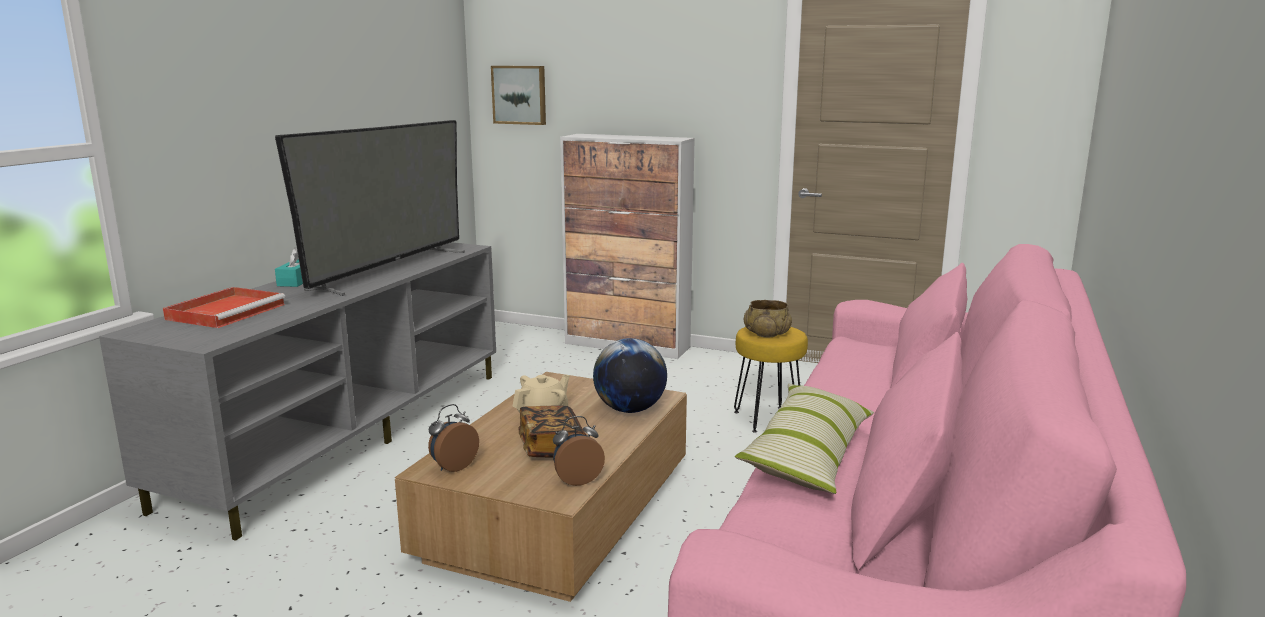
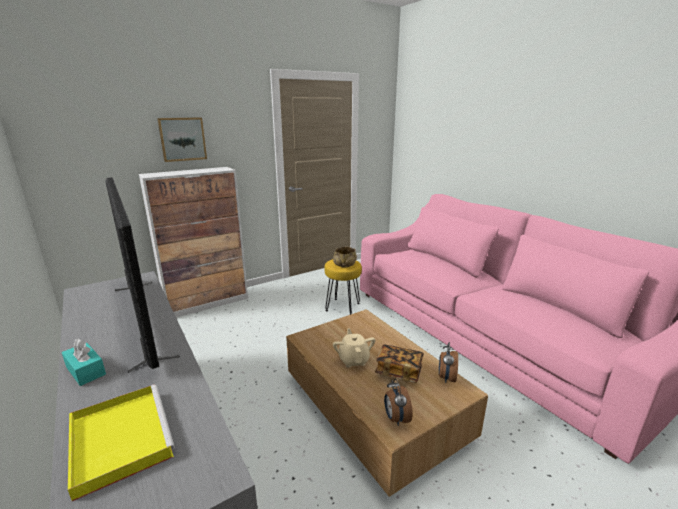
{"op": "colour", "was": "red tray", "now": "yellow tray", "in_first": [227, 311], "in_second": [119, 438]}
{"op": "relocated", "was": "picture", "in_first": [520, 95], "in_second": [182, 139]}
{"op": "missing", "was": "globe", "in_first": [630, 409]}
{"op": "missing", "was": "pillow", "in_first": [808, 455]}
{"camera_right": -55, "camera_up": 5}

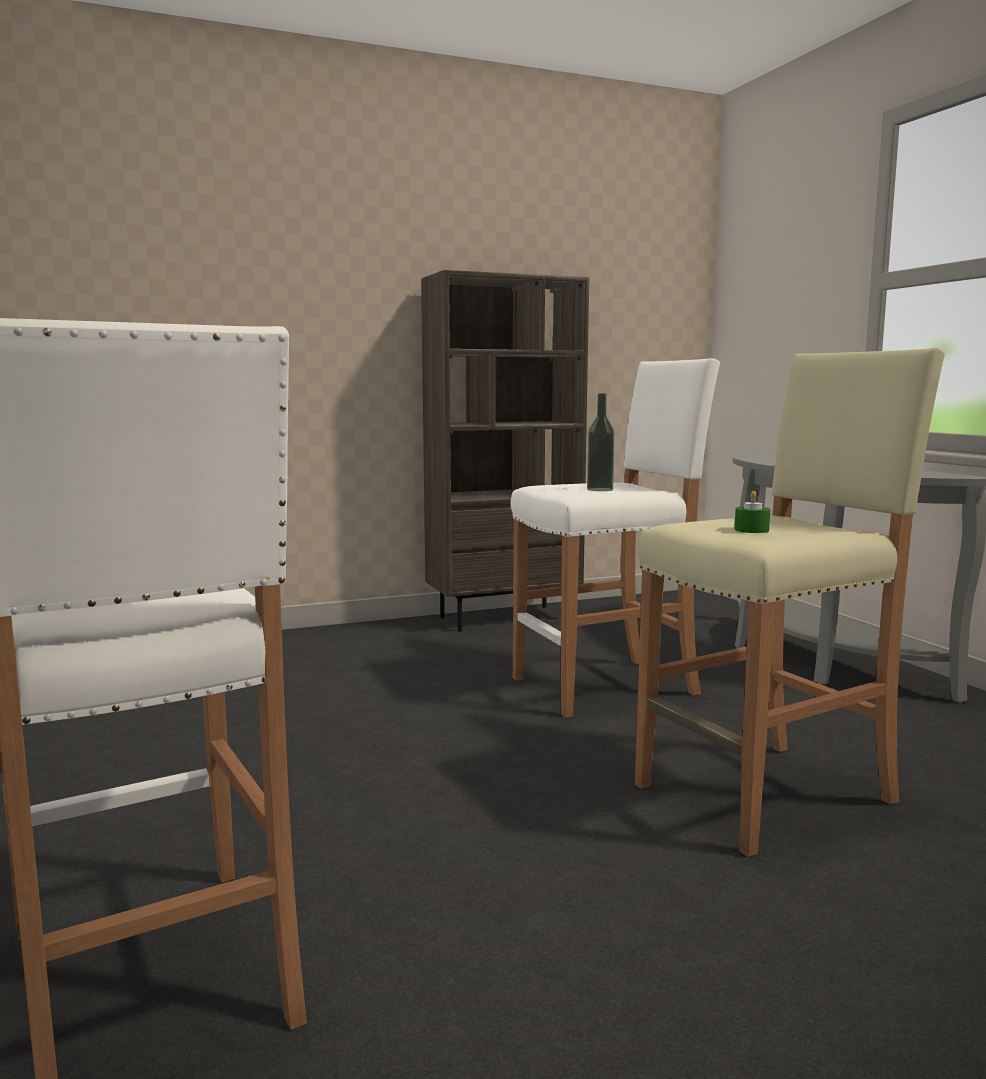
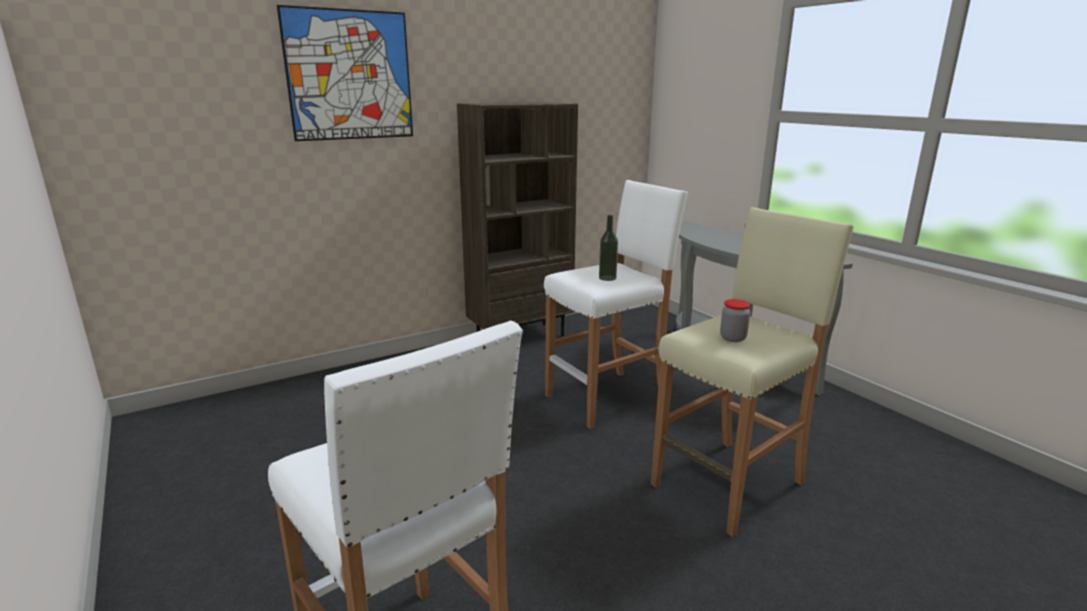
{"op": "appeared", "now": "picture", "in_second": [350, 76]}
{"op": "exchanged", "was": "green candle", "now": "jar", "in_first": [751, 530], "in_second": [732, 338]}
{"camera_right": -10, "camera_up": 10}

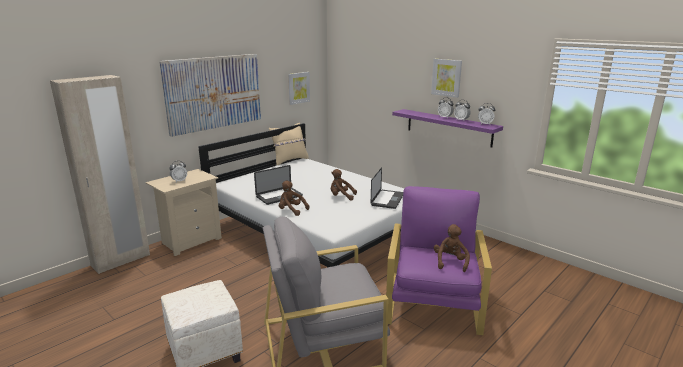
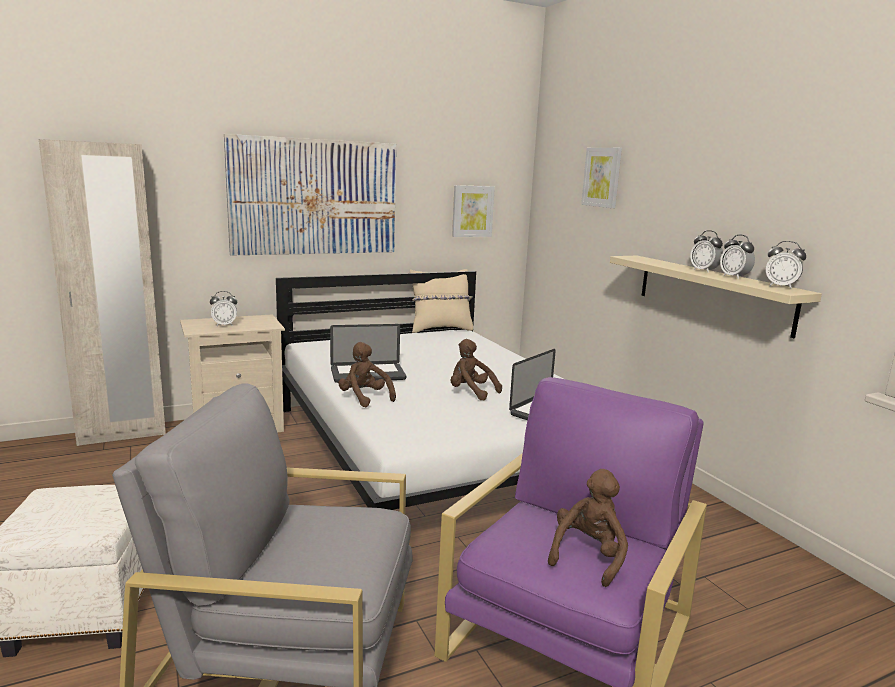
{"op": "relocated", "was": "picture", "in_first": [446, 77], "in_second": [602, 177]}
{"op": "colour", "was": "purple shelf", "now": "beige shelf", "in_first": [448, 127], "in_second": [712, 292]}
{"camera_right": 20, "camera_up": -5}

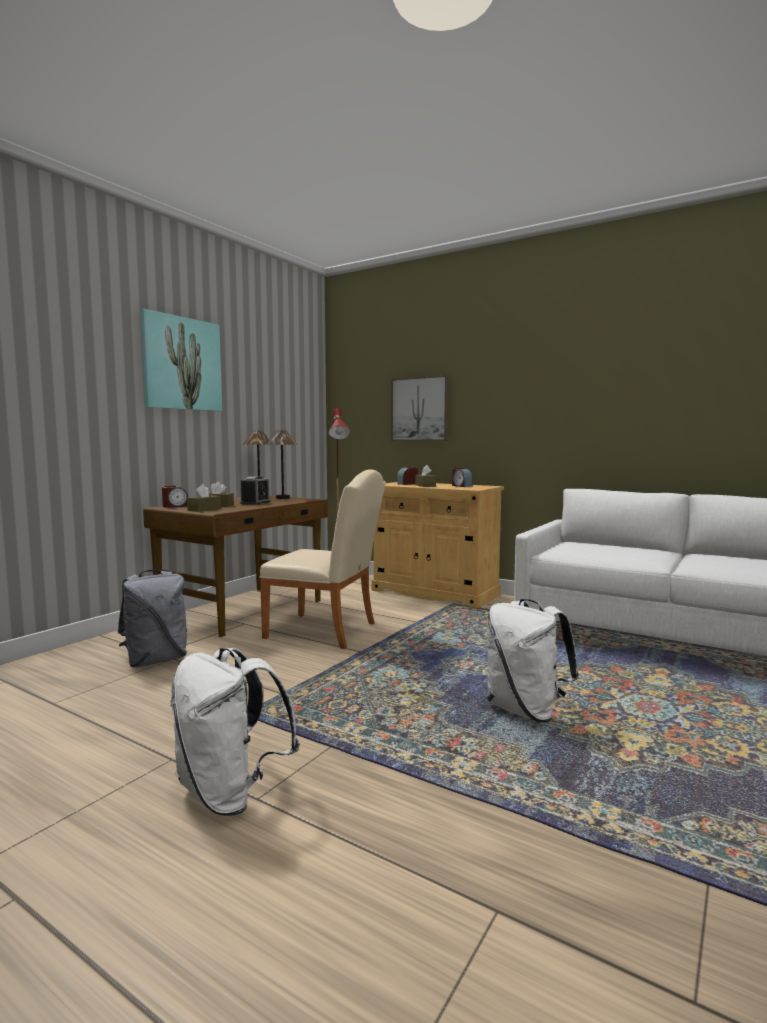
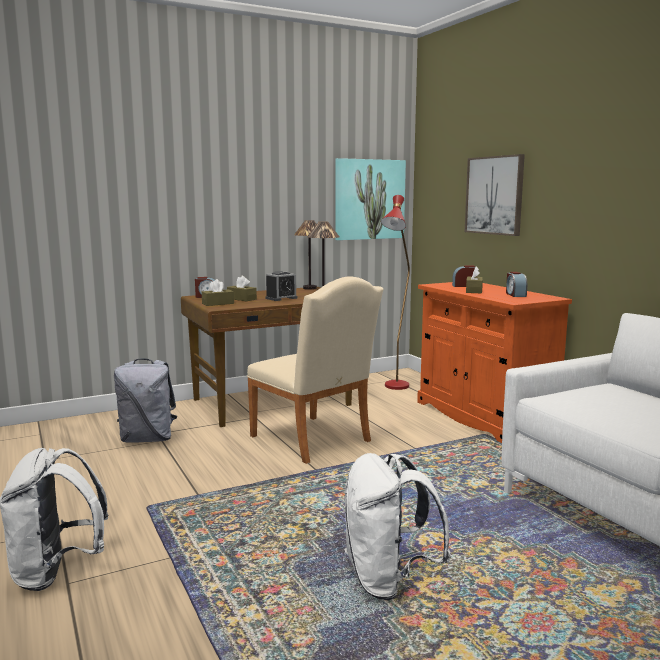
{"op": "relocated", "was": "picture", "in_first": [182, 363], "in_second": [369, 199]}
{"op": "colour", "was": "beige cabinet", "now": "orange cabinet", "in_first": [434, 593], "in_second": [483, 417]}
{"camera_right": 30, "camera_up": 5}

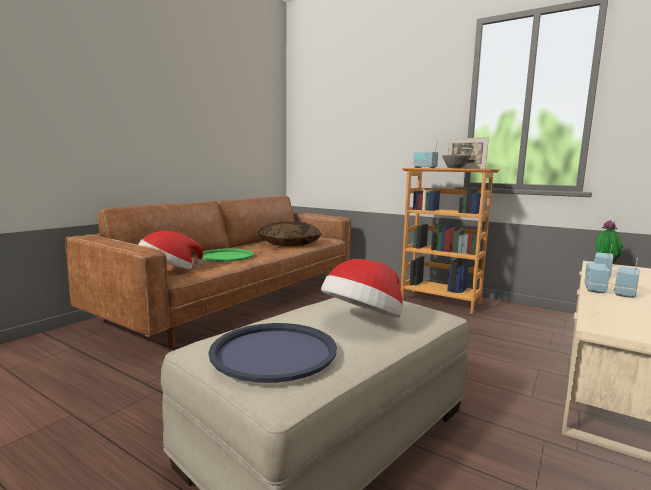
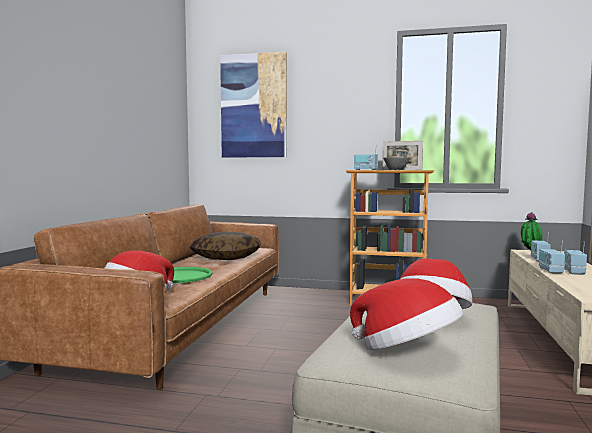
{"op": "appeared", "now": "picture", "in_second": [254, 106]}
{"op": "exchanged", "was": "blue tray", "now": "hat", "in_first": [273, 352], "in_second": [406, 351]}
{"camera_right": -20, "camera_up": -5}

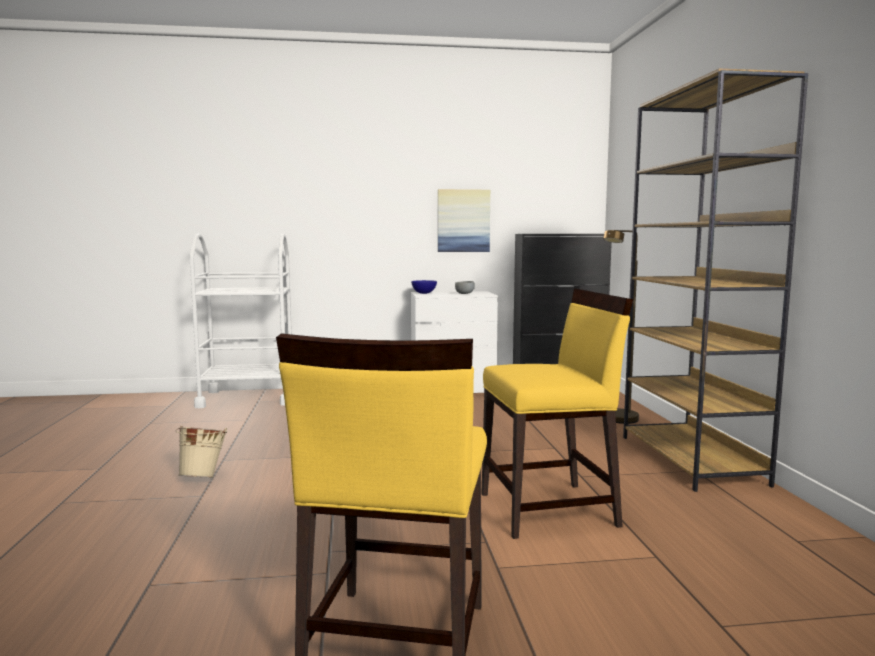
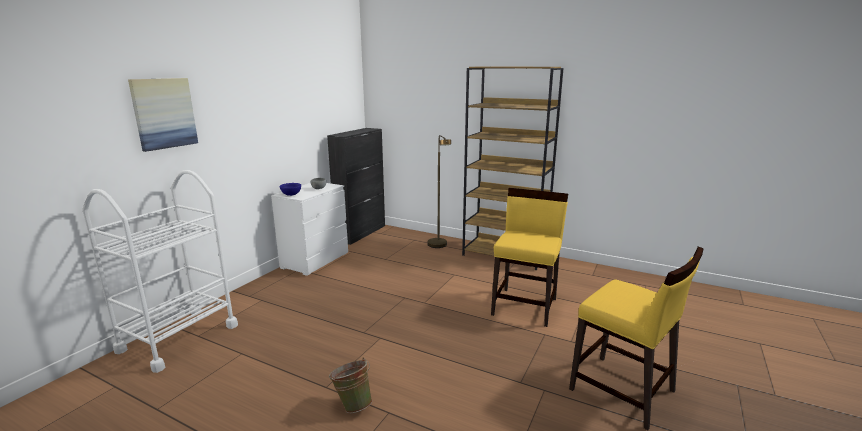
{"op": "relocated", "was": "picture", "in_first": [463, 221], "in_second": [164, 113]}
{"op": "colour", "was": "beige bucket", "now": "green bucket", "in_first": [203, 477], "in_second": [353, 404]}
{"camera_right": -55, "camera_up": 10}

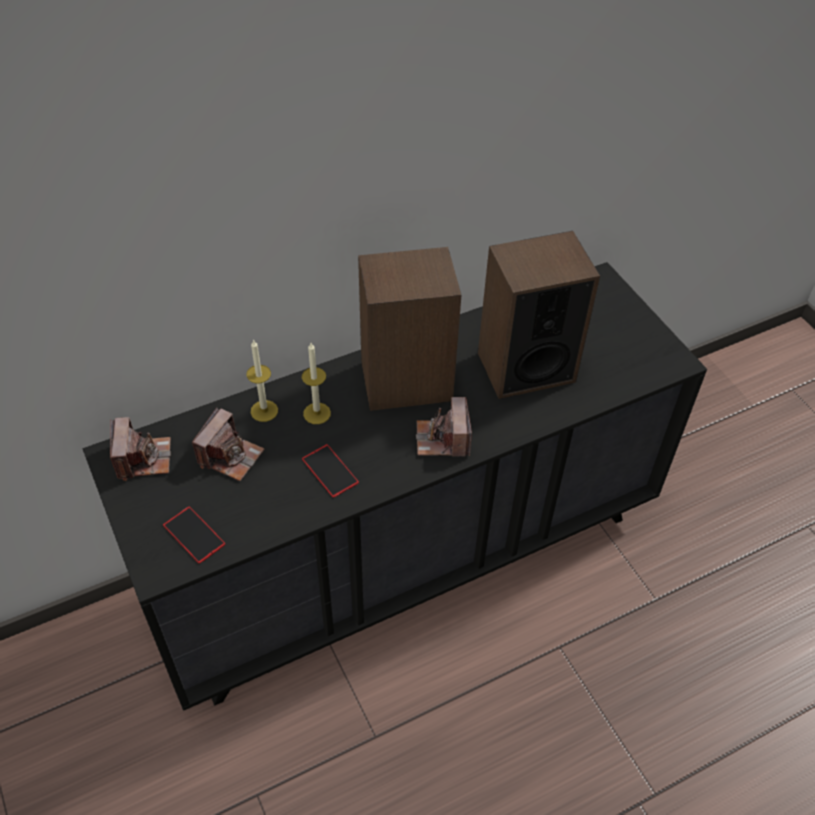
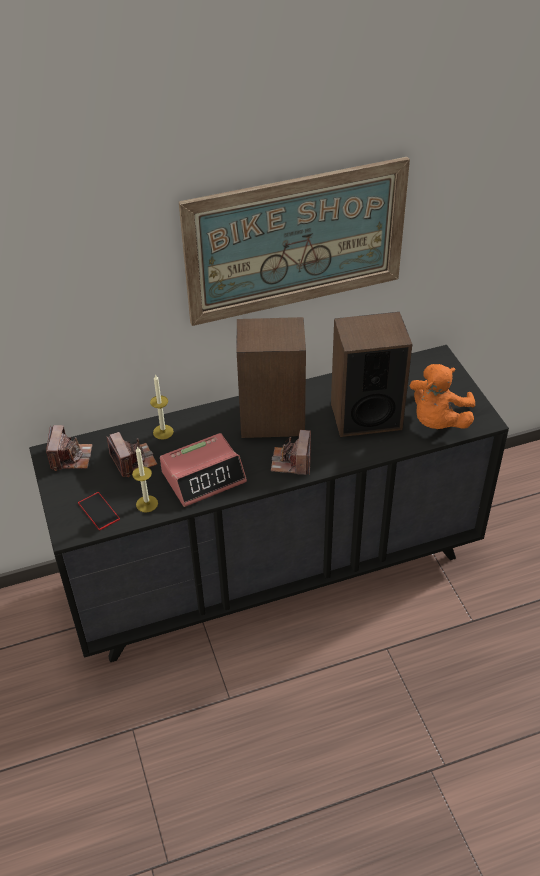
{"op": "spun", "was": "photo camera", "in_first": [230, 456], "in_second": [133, 461], "clockwise": -60}
{"op": "relocated", "was": "candle", "in_first": [317, 413], "in_second": [147, 504]}
{"op": "exchanged", "was": "phone", "now": "alarm clock", "in_first": [330, 471], "in_second": [204, 476]}
{"op": "appeared", "now": "picture", "in_second": [295, 241]}
{"op": "appeared", "now": "orange plush toy", "in_second": [437, 421]}
{"camera_right": 10, "camera_up": -5}

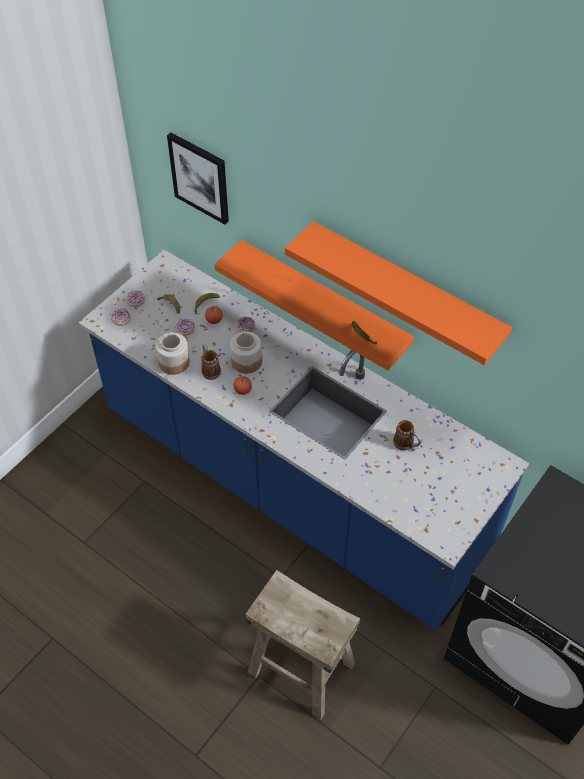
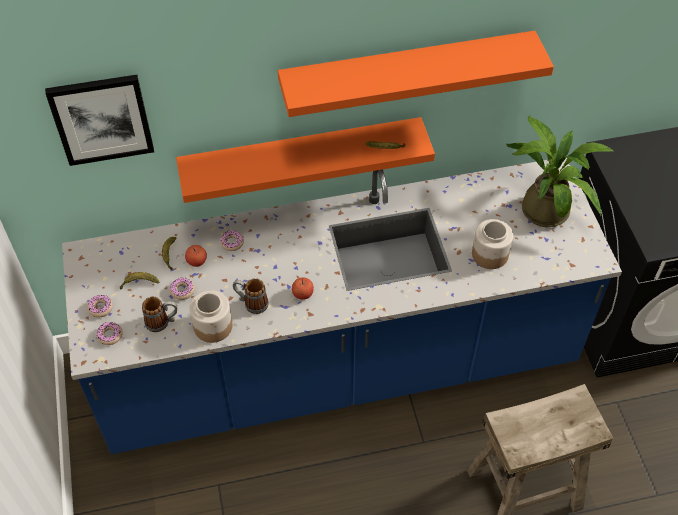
{"op": "relocated", "was": "mug", "in_first": [406, 445], "in_second": [162, 322]}
{"op": "relocated", "was": "jar", "in_first": [246, 361], "in_second": [489, 254]}
{"op": "appeared", "now": "potted plant", "in_second": [544, 206]}
{"camera_right": -50, "camera_up": 0}

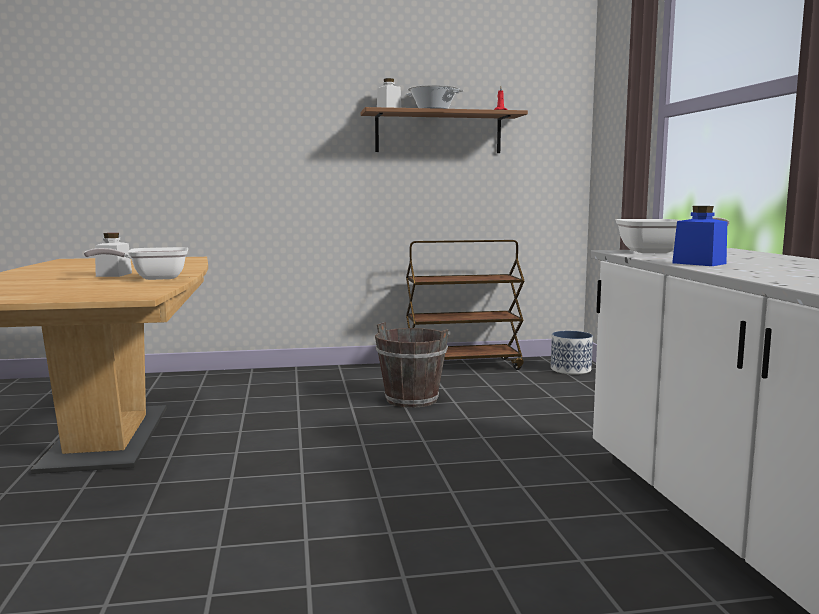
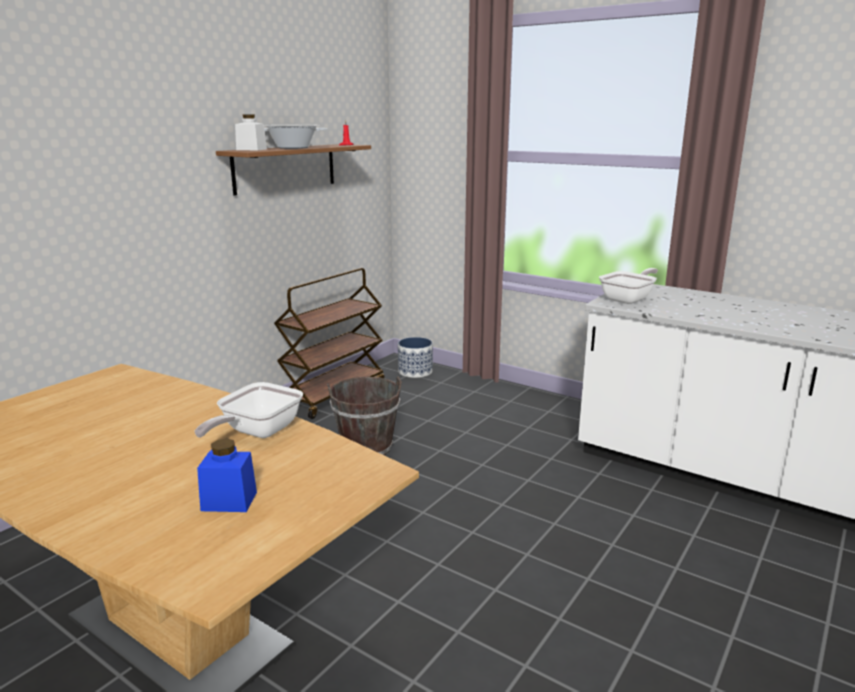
{"op": "relocated", "was": "blue jar", "in_first": [699, 263], "in_second": [229, 501]}
{"op": "missing", "was": "white jar", "in_first": [114, 274]}
{"camera_right": -45, "camera_up": 10}

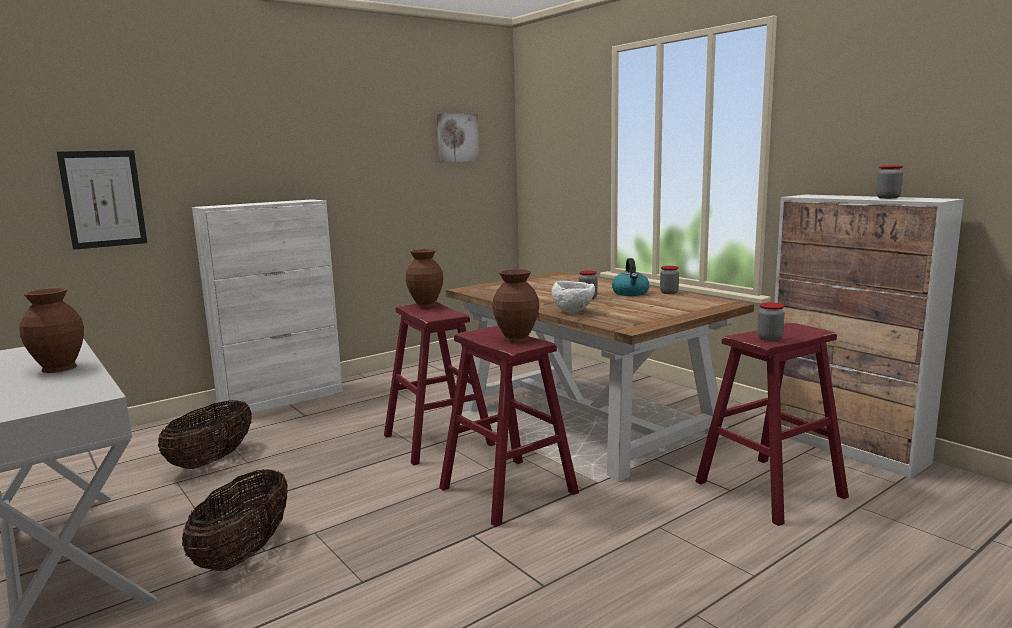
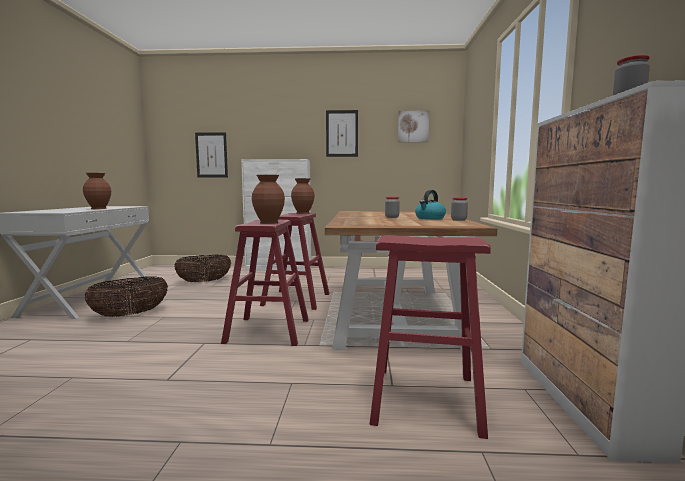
{"op": "appeared", "now": "picture", "in_second": [342, 133]}
{"op": "missing", "was": "white bowl", "in_first": [573, 311]}
{"op": "missing", "was": "jar", "in_first": [769, 338]}
{"camera_right": 40, "camera_up": -5}

